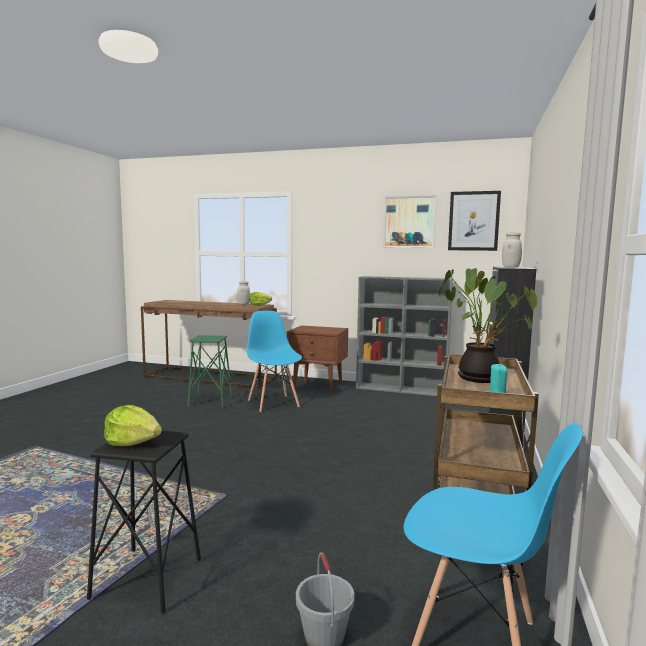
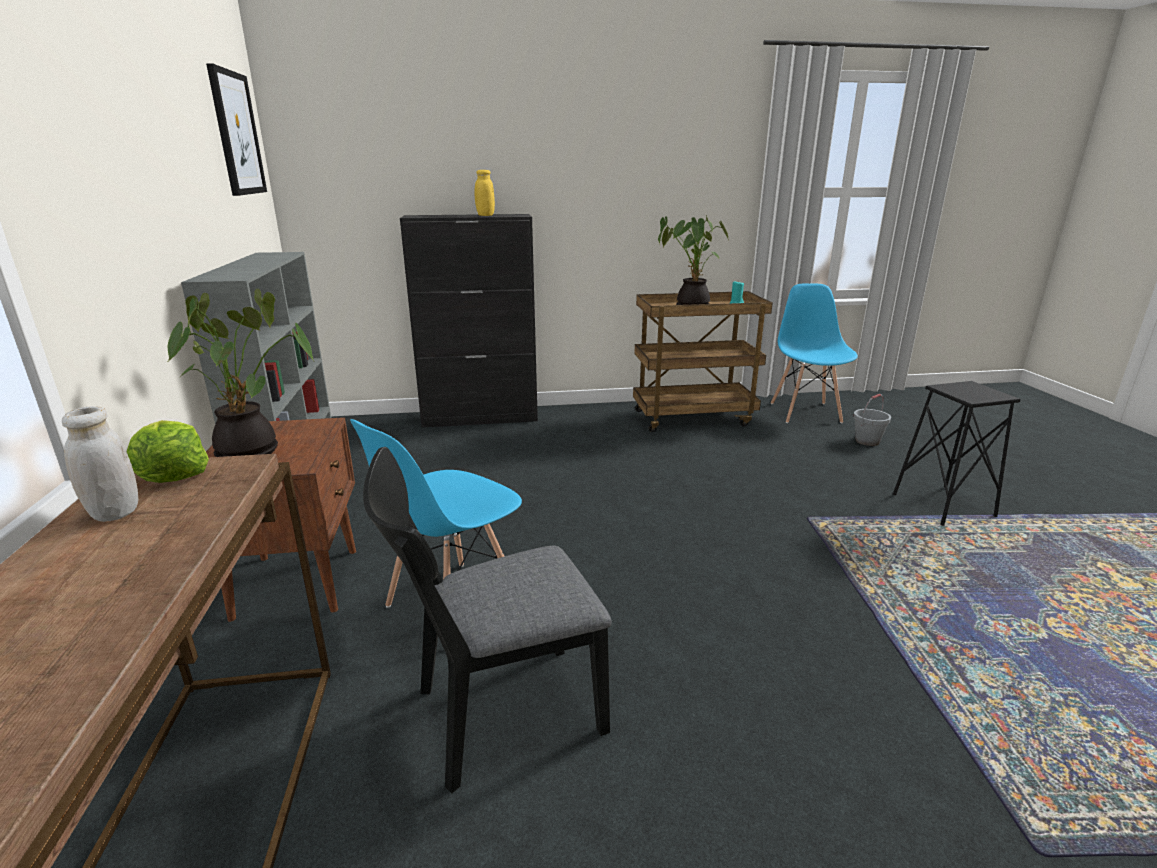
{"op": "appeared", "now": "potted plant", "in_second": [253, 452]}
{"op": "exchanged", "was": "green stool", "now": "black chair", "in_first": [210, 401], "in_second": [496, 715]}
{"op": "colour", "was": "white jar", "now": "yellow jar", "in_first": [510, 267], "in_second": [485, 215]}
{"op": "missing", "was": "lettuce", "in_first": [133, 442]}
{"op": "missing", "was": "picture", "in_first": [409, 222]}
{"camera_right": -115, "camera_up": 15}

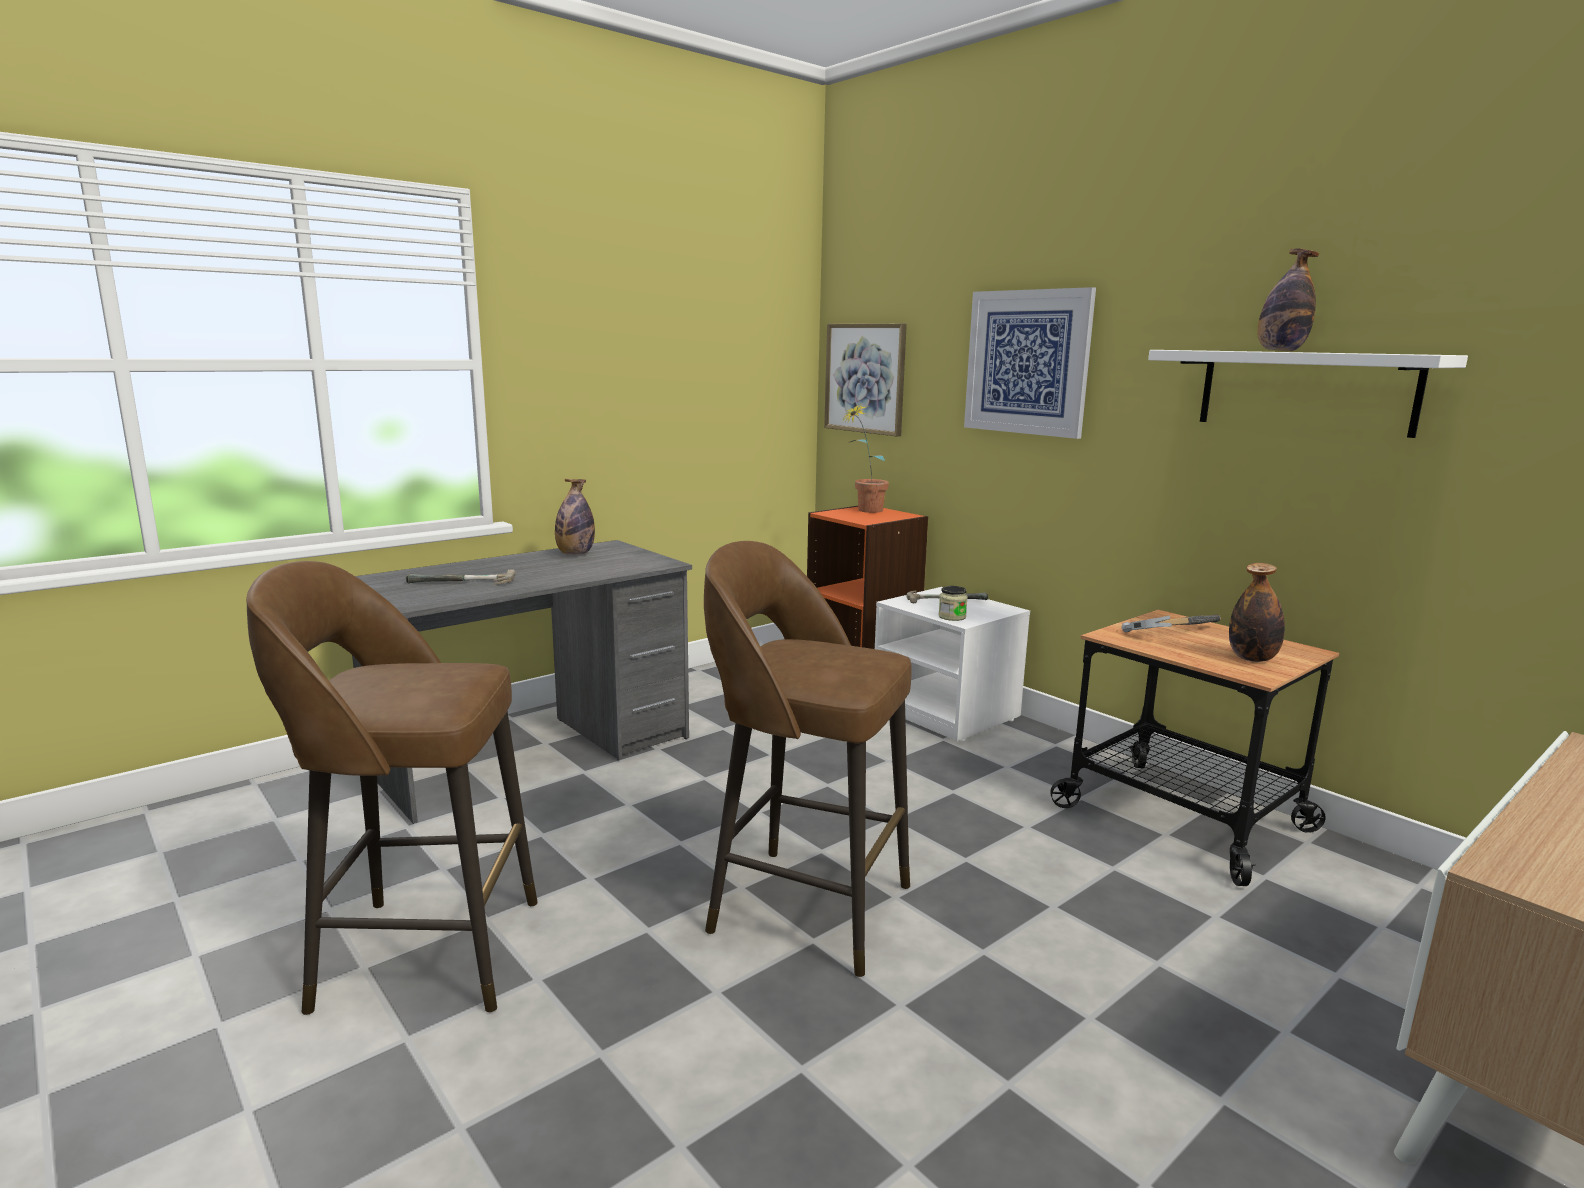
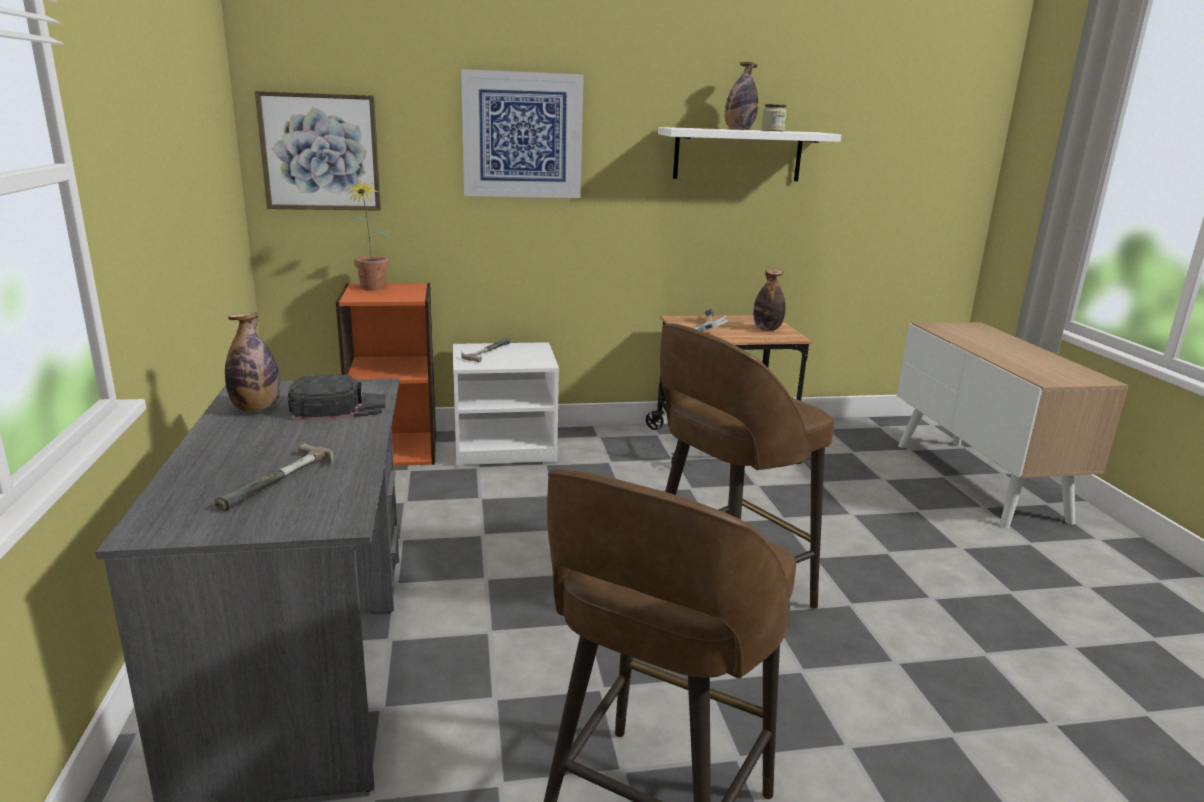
{"op": "appeared", "now": "black cap", "in_second": [338, 407]}
{"op": "relocated", "was": "jar", "in_first": [952, 617], "in_second": [772, 130]}
{"camera_right": -60, "camera_up": 5}

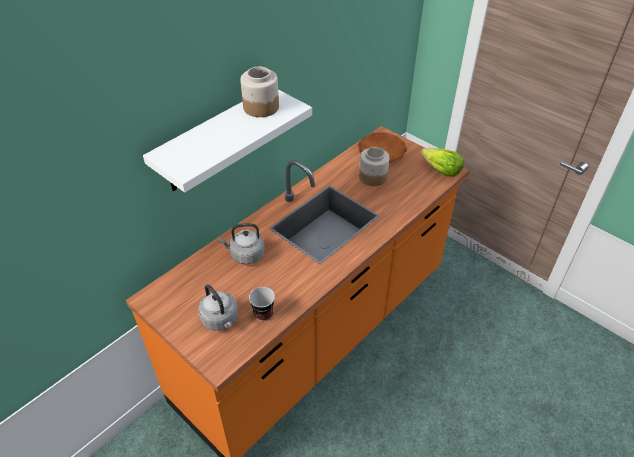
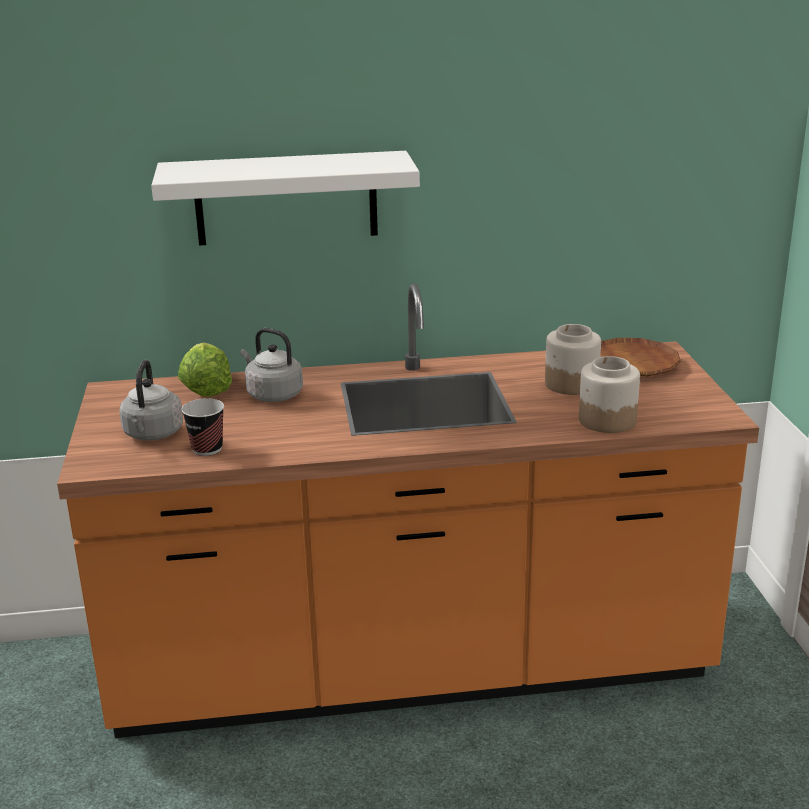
{"op": "relocated", "was": "lettuce", "in_first": [440, 170], "in_second": [206, 387]}
{"op": "relocated", "was": "jar", "in_first": [260, 107], "in_second": [607, 420]}
{"camera_right": 40, "camera_up": -20}

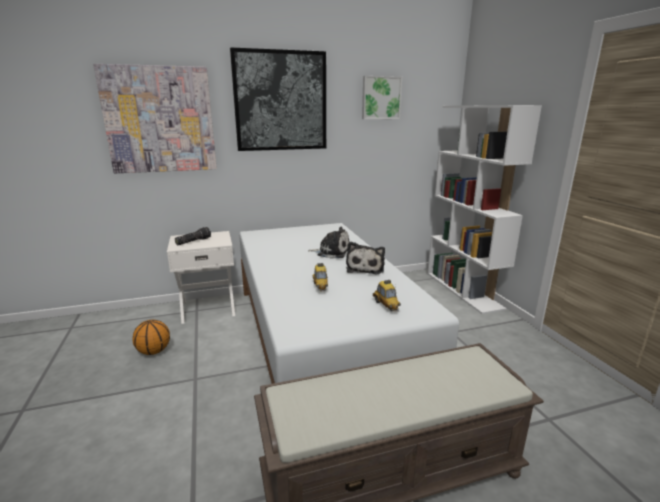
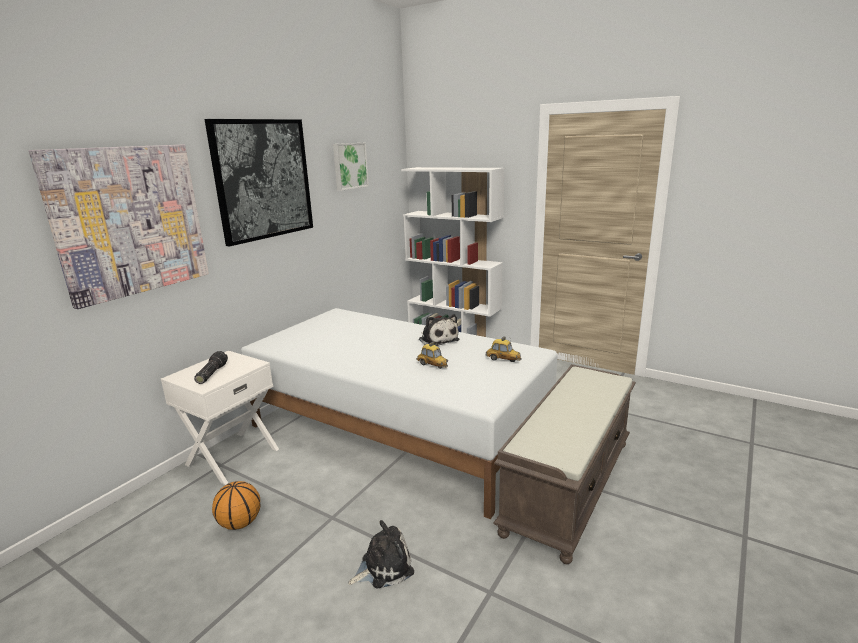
{"op": "relocated", "was": "plush toy", "in_first": [331, 252], "in_second": [383, 567]}
{"camera_right": -40, "camera_up": 0}

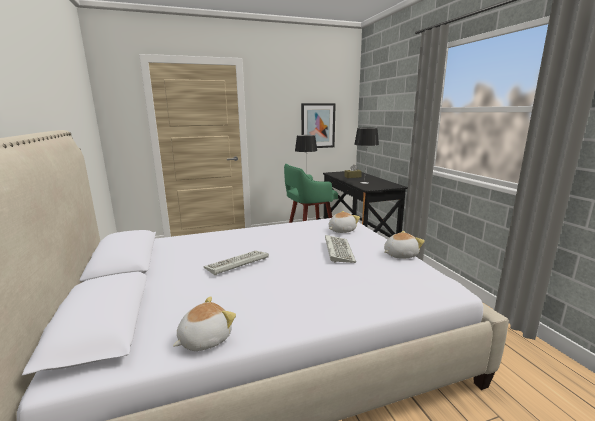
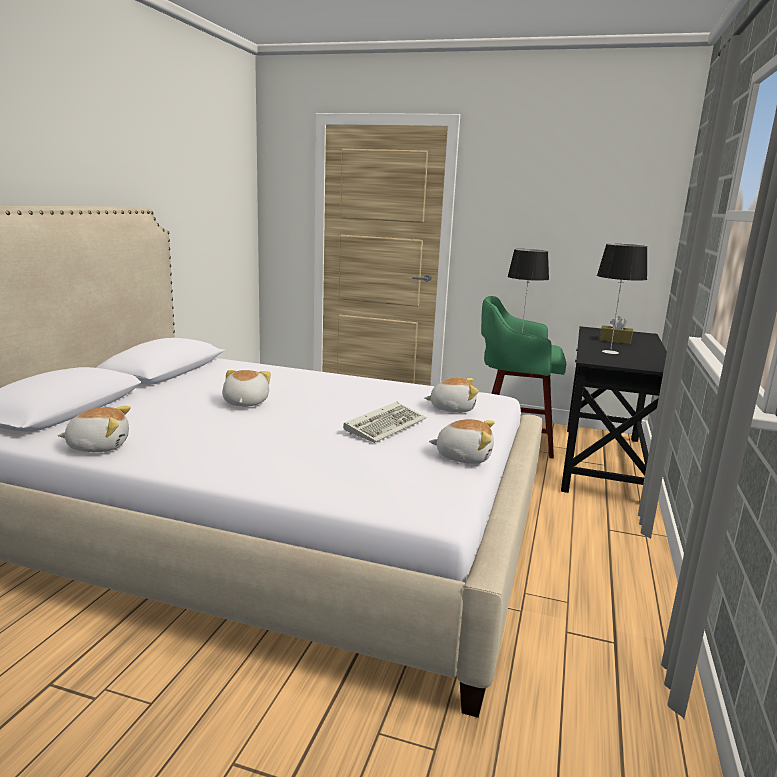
{"op": "exchanged", "was": "keyboard", "now": "plush toy", "in_first": [236, 264], "in_second": [244, 403]}
{"op": "missing", "was": "picture", "in_first": [318, 126]}
{"camera_right": 35, "camera_up": 0}

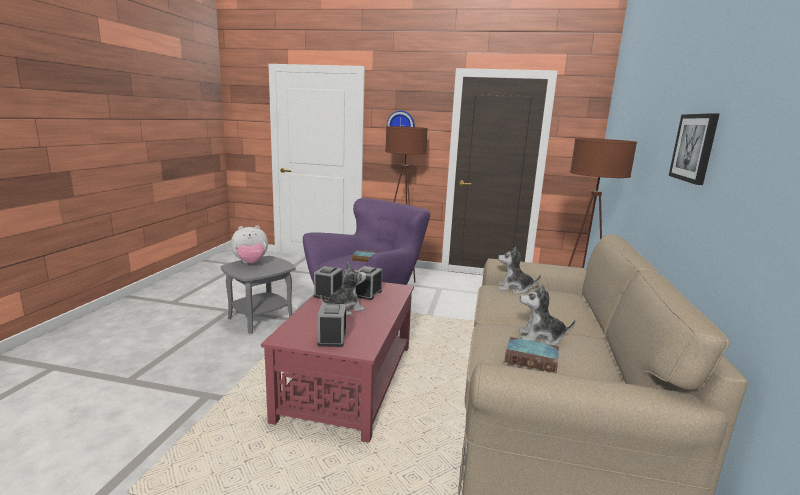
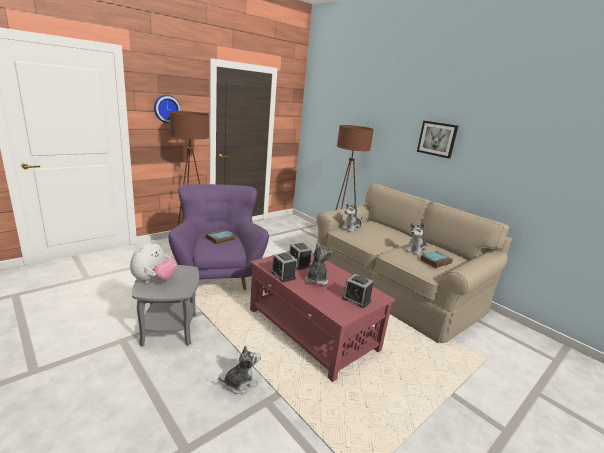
{"op": "appeared", "now": "plush toy", "in_second": [240, 383]}
{"camera_right": -55, "camera_up": 5}

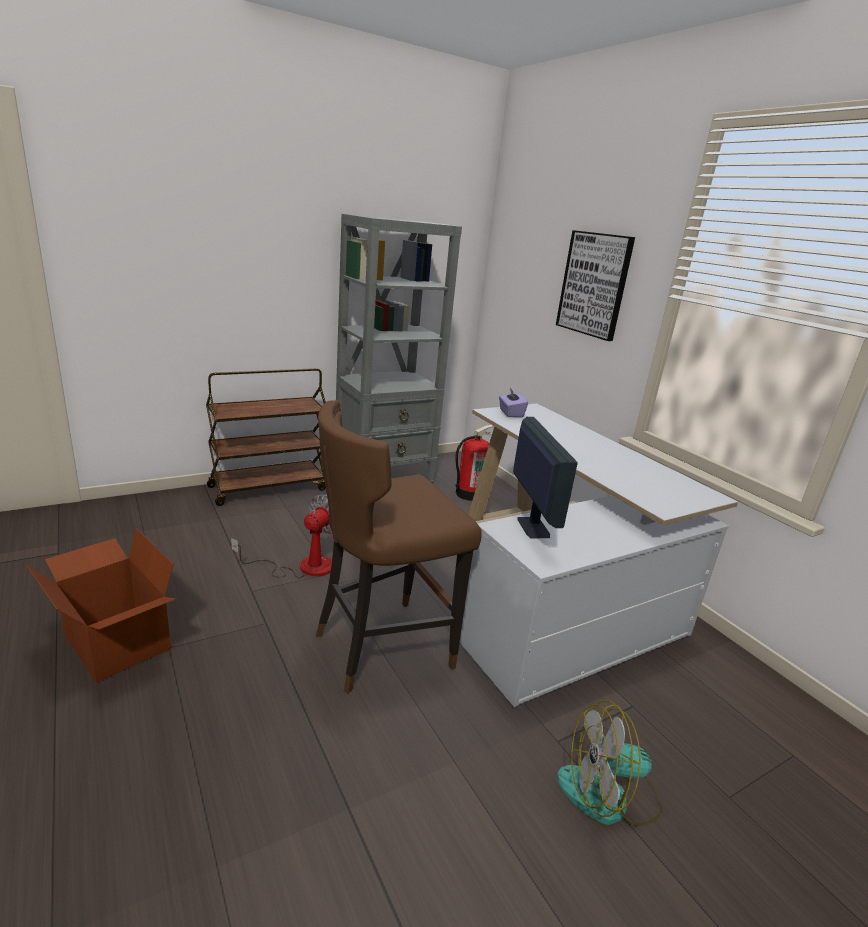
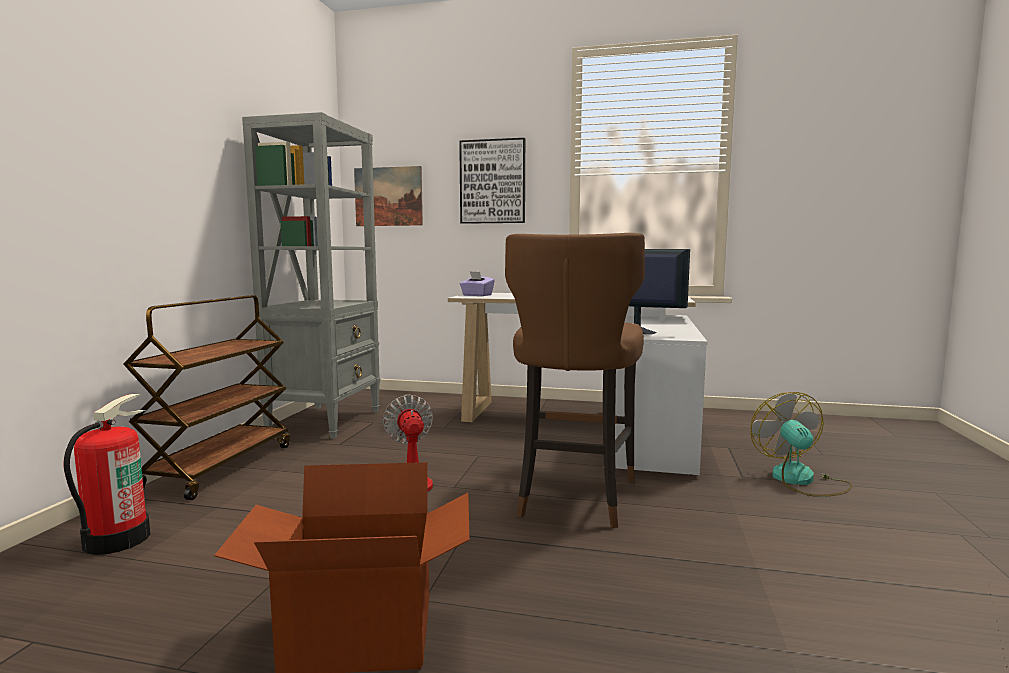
{"op": "relocated", "was": "fire extinguisher", "in_first": [470, 493], "in_second": [116, 539]}
{"op": "appeared", "now": "picture", "in_second": [388, 196]}
{"op": "spun", "was": "fan", "in_first": [608, 795], "in_second": [801, 480], "clockwise": 135}
{"camera_right": -45, "camera_up": -15}

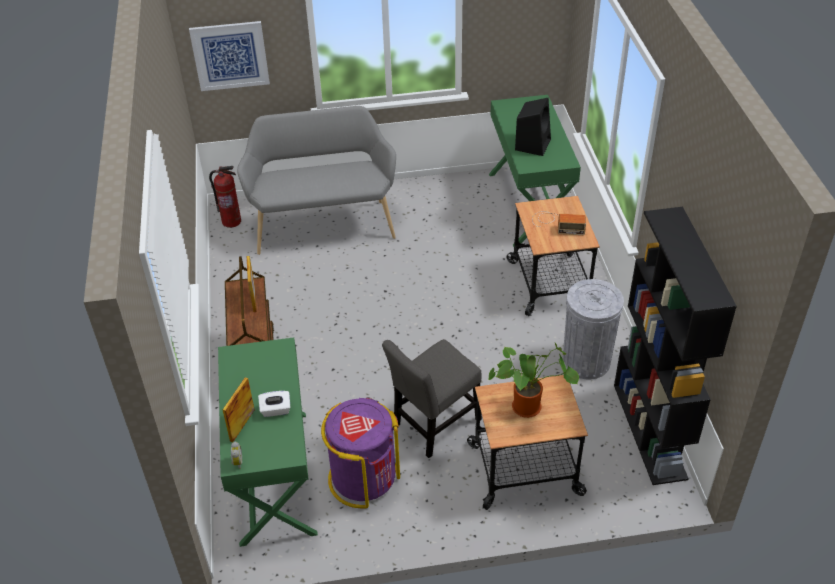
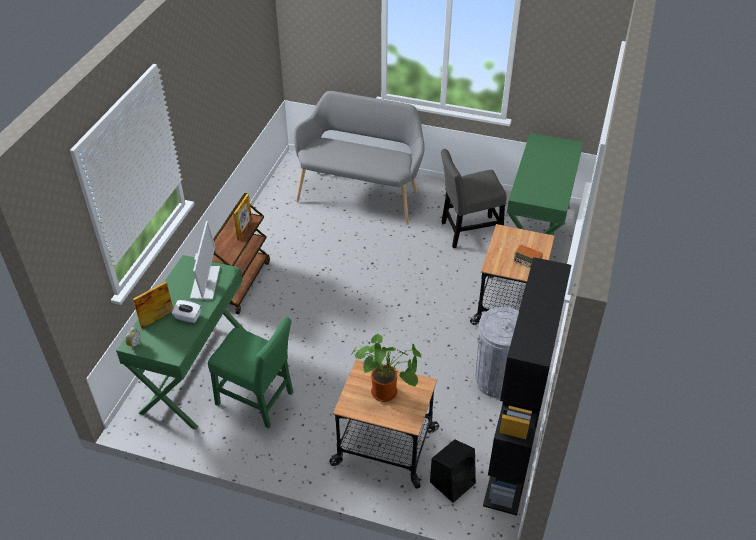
{"op": "appeared", "now": "monitor", "in_second": [205, 283]}
{"op": "exchanged", "was": "purple trash can", "now": "green chair", "in_first": [363, 478], "in_second": [258, 400]}
{"op": "relocated", "was": "black speaker", "in_first": [533, 144], "in_second": [453, 481]}
{"op": "relocated", "was": "grey chair", "in_first": [434, 425], "in_second": [468, 231]}
{"op": "missing", "was": "picture", "in_first": [230, 55]}
{"op": "missing", "was": "fire extinguisher", "in_first": [231, 221]}
{"camera_right": 25, "camera_up": 0}

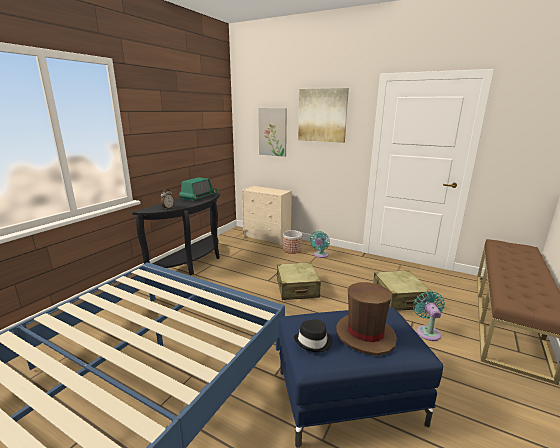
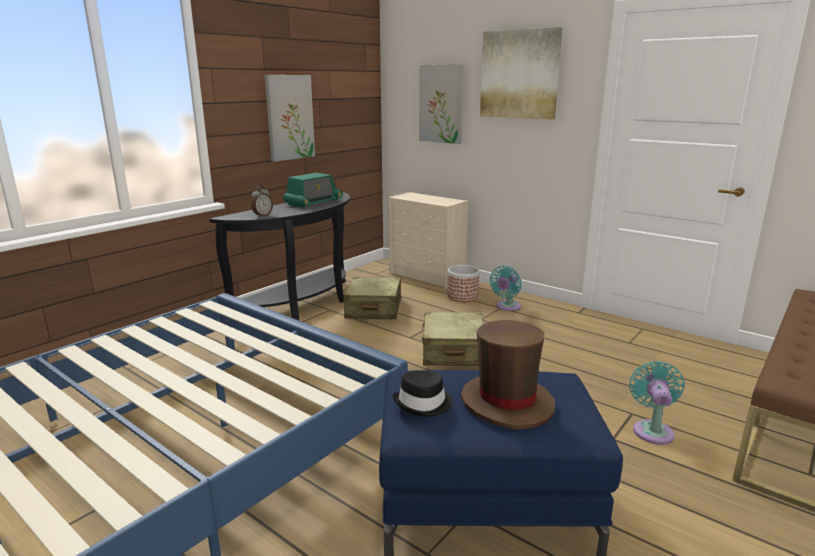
{"op": "appeared", "now": "picture", "in_second": [289, 117]}
{"op": "relocated", "was": "beige suitcase", "in_first": [399, 298], "in_second": [373, 309]}
{"camera_right": 10, "camera_up": 0}

